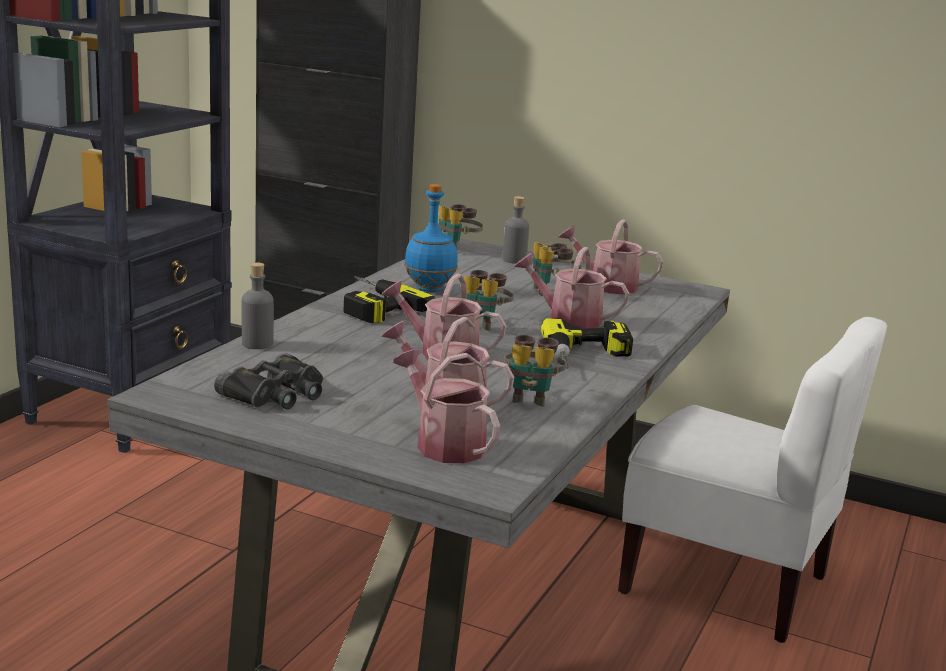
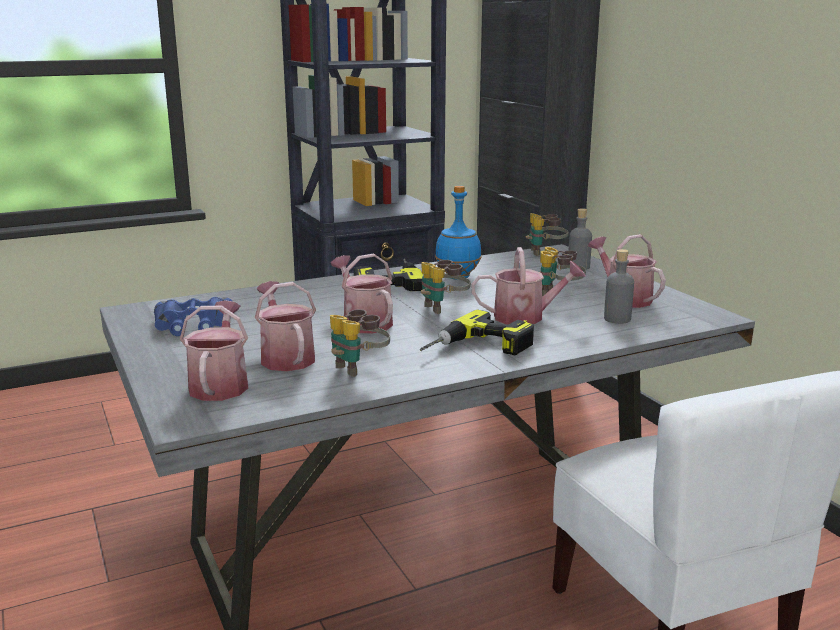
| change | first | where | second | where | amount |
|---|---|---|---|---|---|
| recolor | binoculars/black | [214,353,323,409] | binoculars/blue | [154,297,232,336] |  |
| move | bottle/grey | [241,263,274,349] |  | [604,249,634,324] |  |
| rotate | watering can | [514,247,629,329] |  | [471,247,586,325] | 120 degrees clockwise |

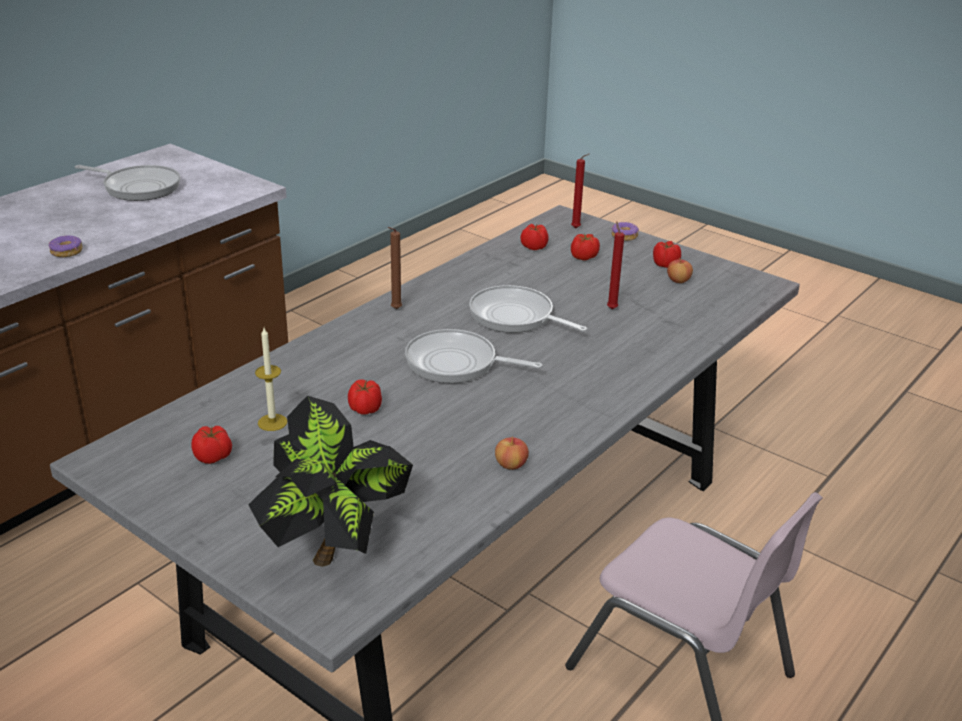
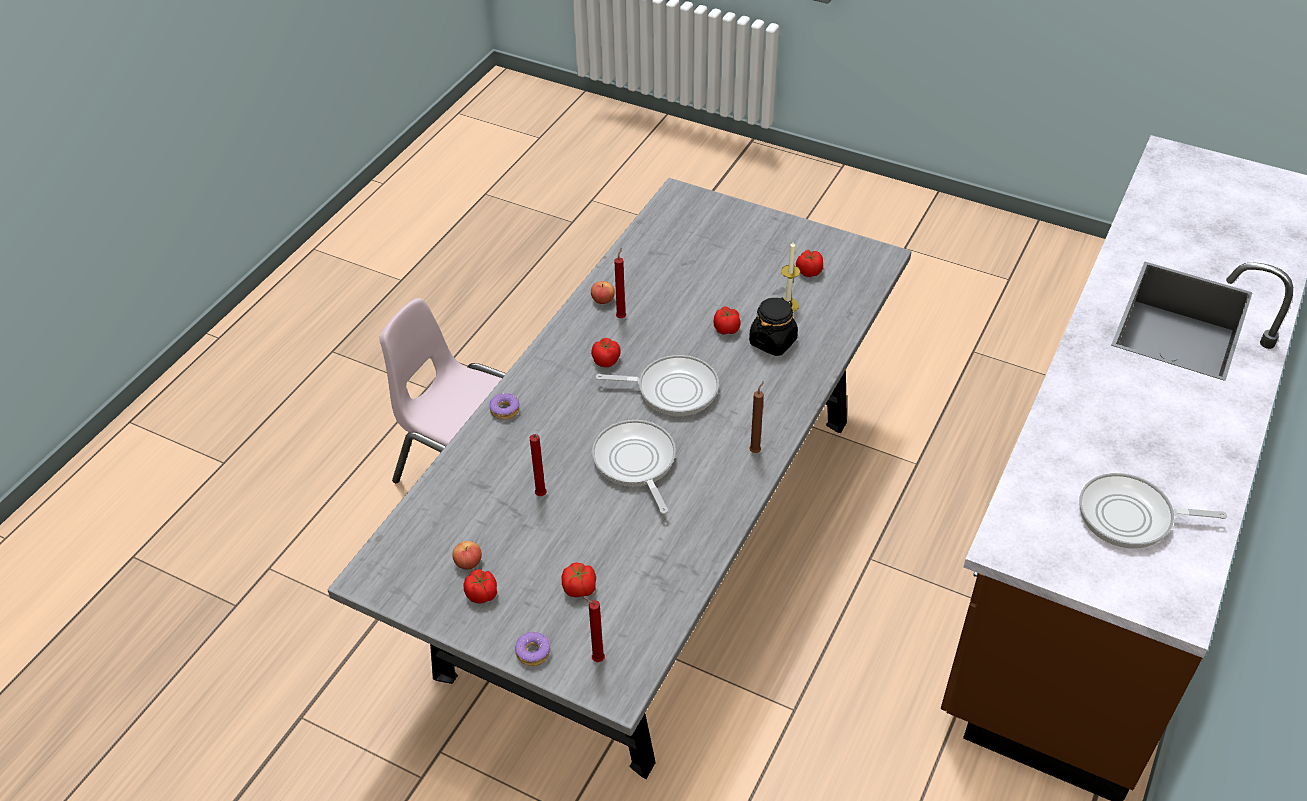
| change | first | where | second | where | amount |
|---|---|---|---|---|---|
| move | donut | [49,235,83,257] |  | [489,393,520,420] |  |
| delete | potted plant | [248,395,413,567] |  |  |  |
| rotate | frying pan | [469,285,587,333] |  | [592,420,676,514] | 135 degrees counterclockwise |
| move | tomato | [520,224,549,250] |  | [591,338,621,367] |  |
| insert |  |  | candle/red | [614,248,626,318] |  |
| insert |  |  | jar/black | [749,297,798,356] |  |

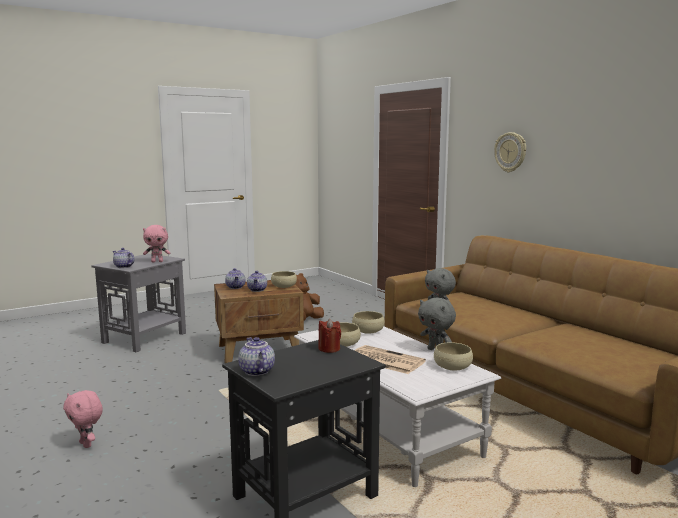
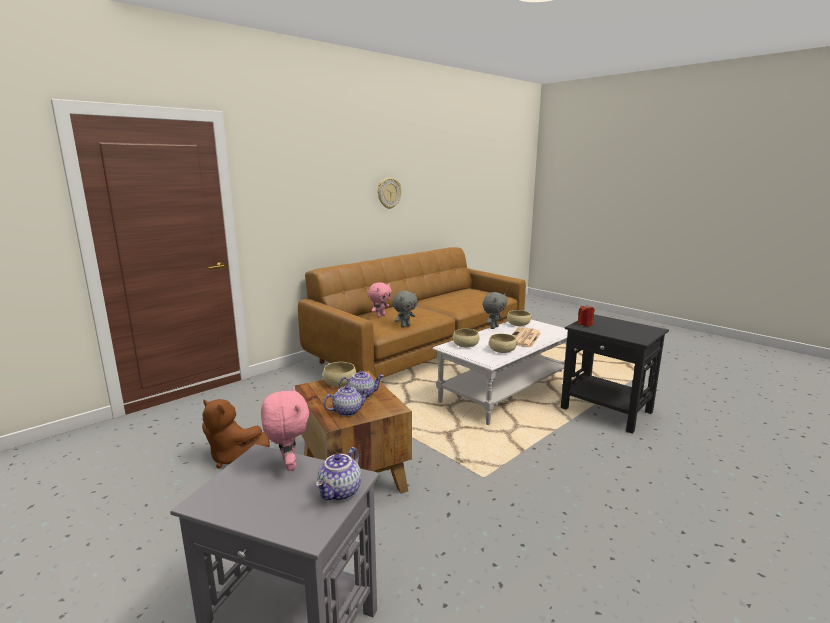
| change | first | where | second | where | amount |
|---|---|---|---|---|---|
| move | plush toy/pink | [63,390,103,448] |  | [368,282,392,317] |  |
| delete | teapot | [238,337,275,376] |  |  |  |
| move | wall clock | [494,132,526,172] |  | [378,178,401,209] |  |

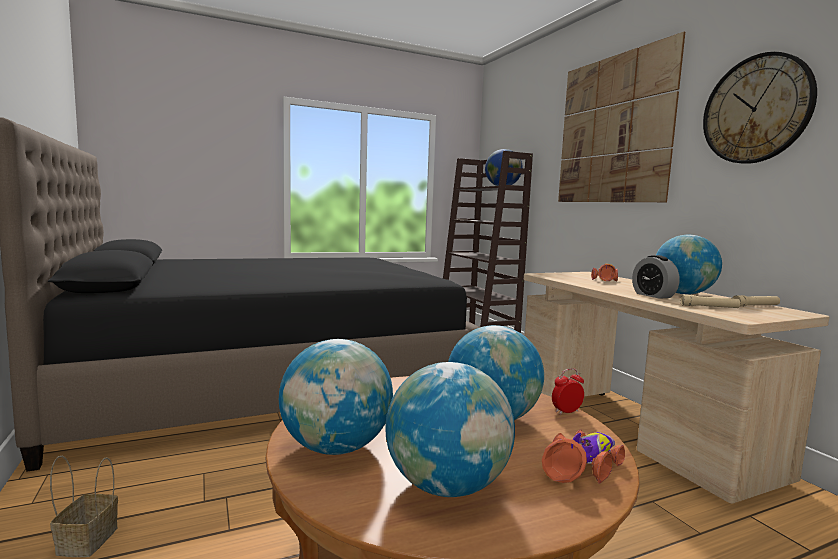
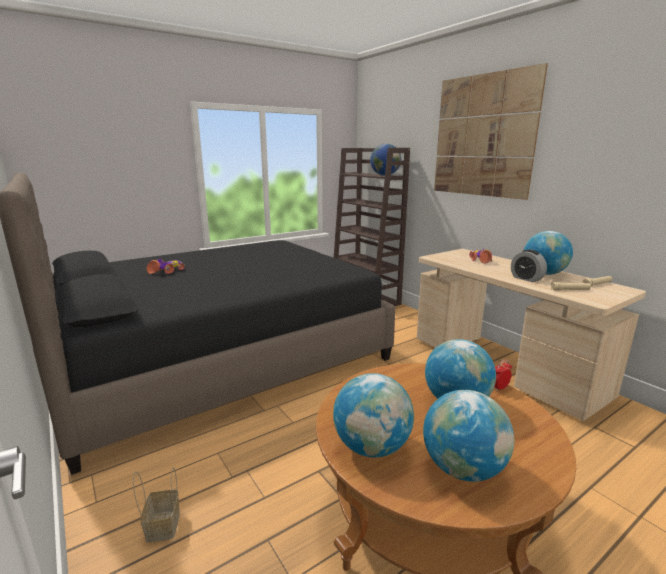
| change | first | where | second | where | amount |
|---|---|---|---|---|---|
| move | toy car | [542,430,625,484] |  | [146,259,185,274] |  |
| delete | wall clock | [703,52,817,164] |  |  |  |

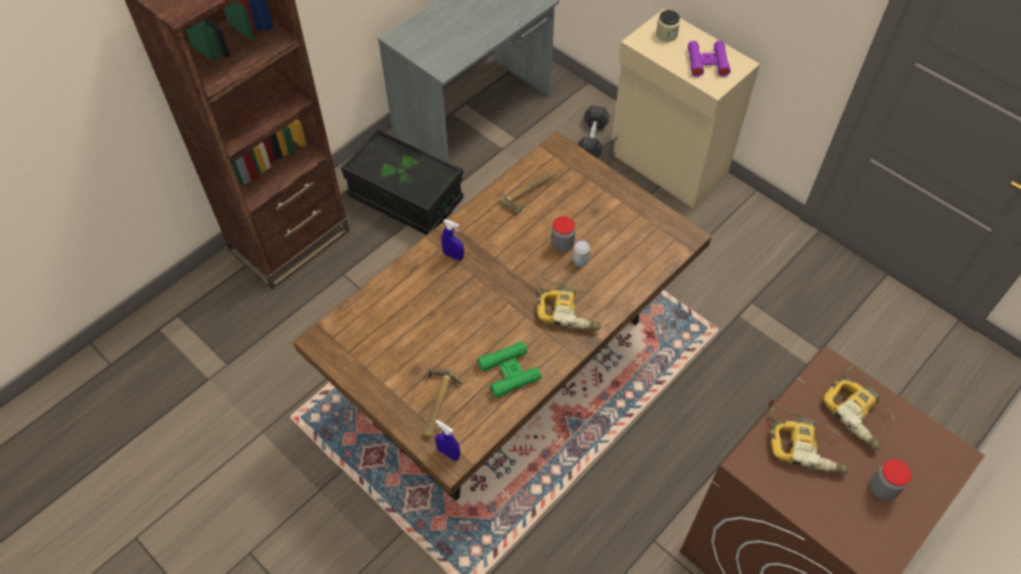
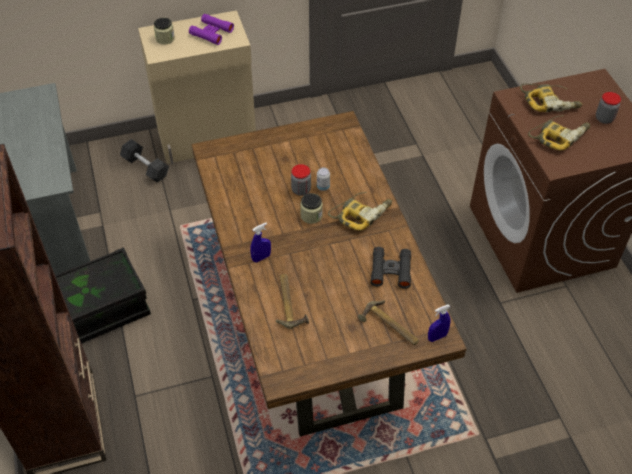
| change | first | where | second | where | amount |
|---|---|---|---|---|---|
| recolor | binoculars/green | [477,341,541,398] | binoculars/black | [370,247,411,289] |  |
| move | hammer | [501,170,556,214] |  | [276,274,309,329] |  |
| insert |  |  | jar | [300,193,323,224] |  |

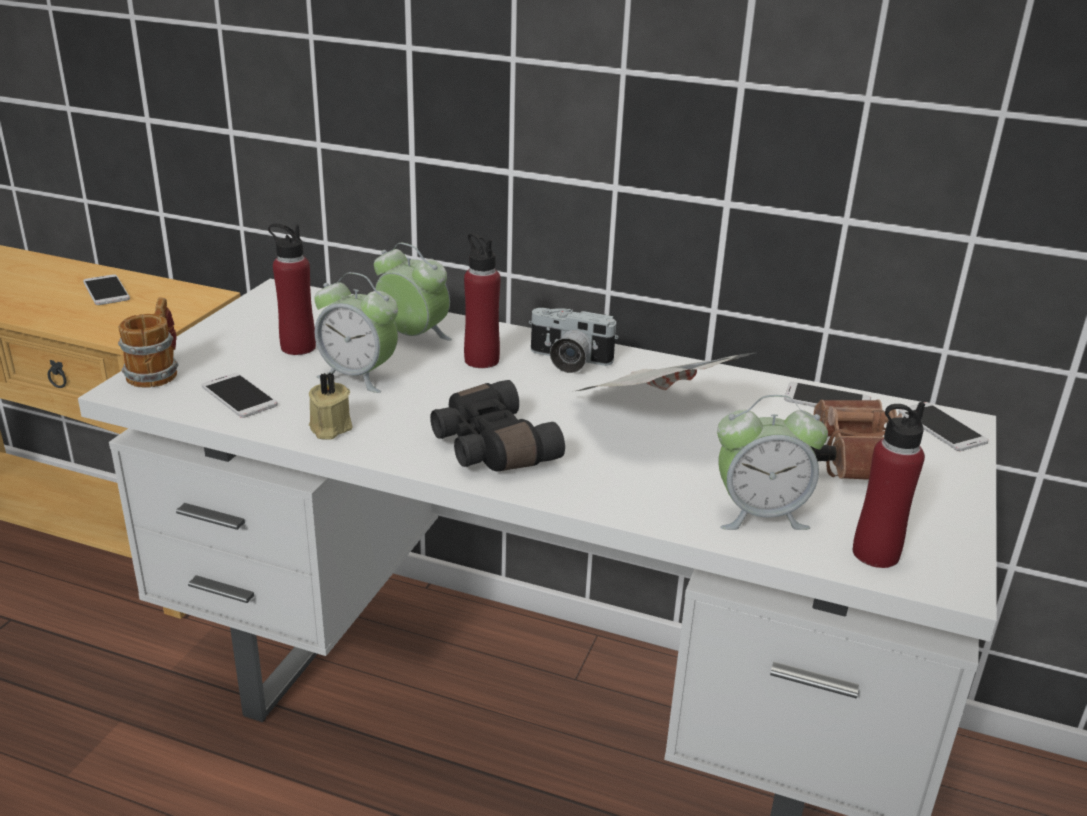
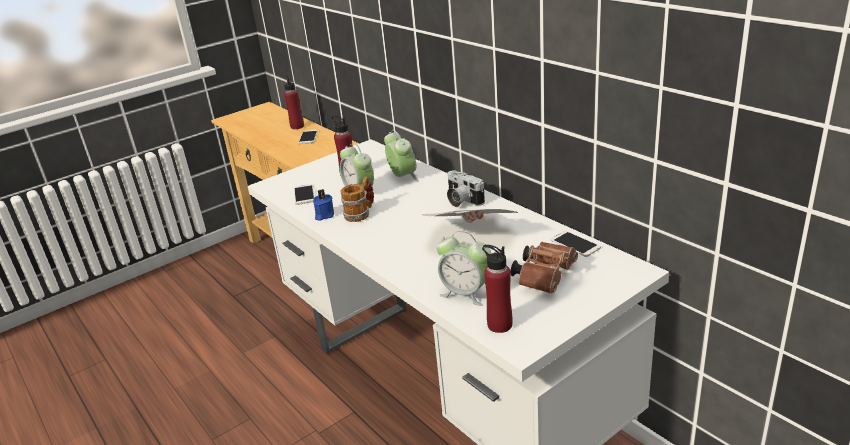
| change | first | where | second | where | amount |
|---|---|---|---|---|---|
| move | mug | [118,297,179,388] |  | [341,176,374,222] |  |
| recolor | candle/beige | [309,372,353,440] | candle/blue | [313,189,334,221] |  |
| delete | binoculars/black | [430,380,565,471] |  |  |  |
| move | bottle/red | [464,233,501,368] |  | [284,76,304,129] |  |
| delete | phone | [899,402,988,451] |  |  |  |

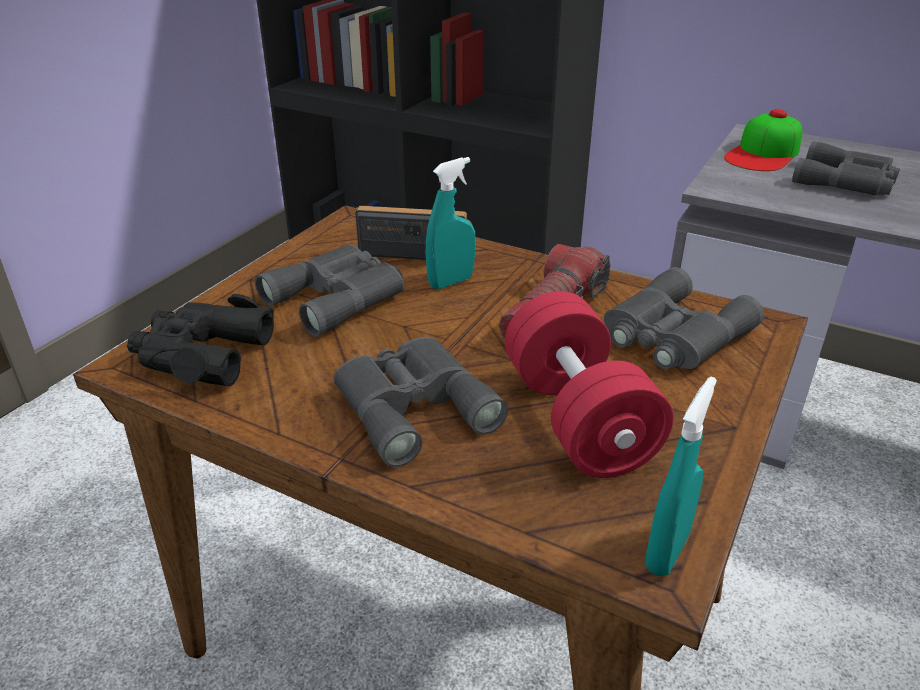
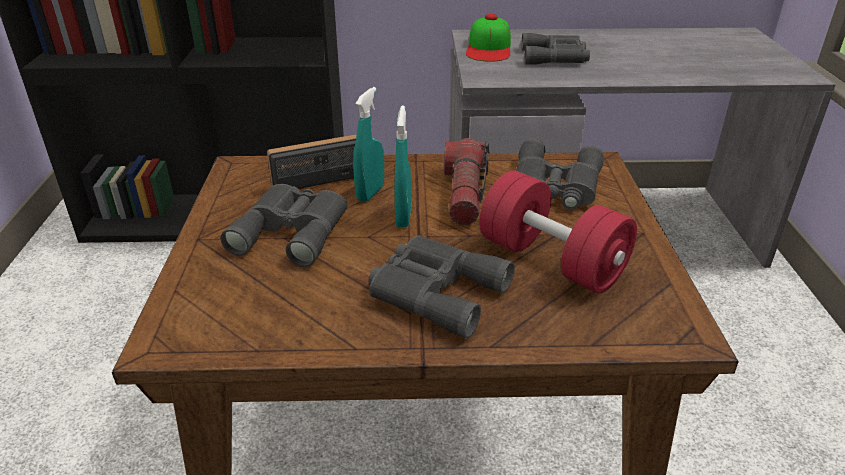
| change | first | where | second | where | amount |
|---|---|---|---|---|---|
| delete | binoculars/black | [127,294,274,386] |  |  |  |
| move | spray bottle/turquoise | [645,377,717,576] |  | [395,106,411,228] |  |

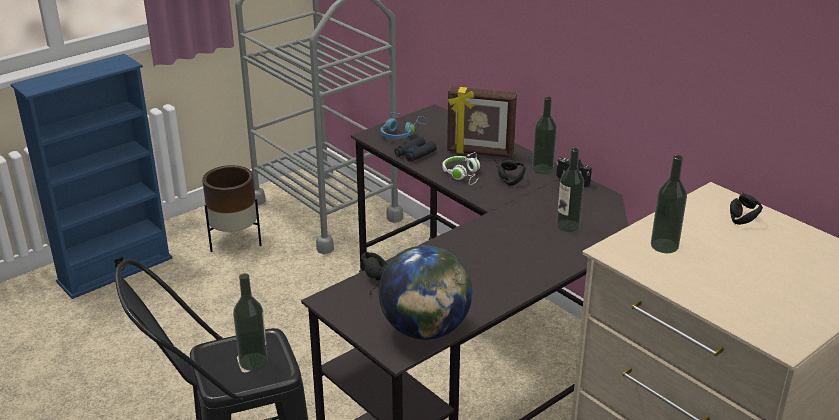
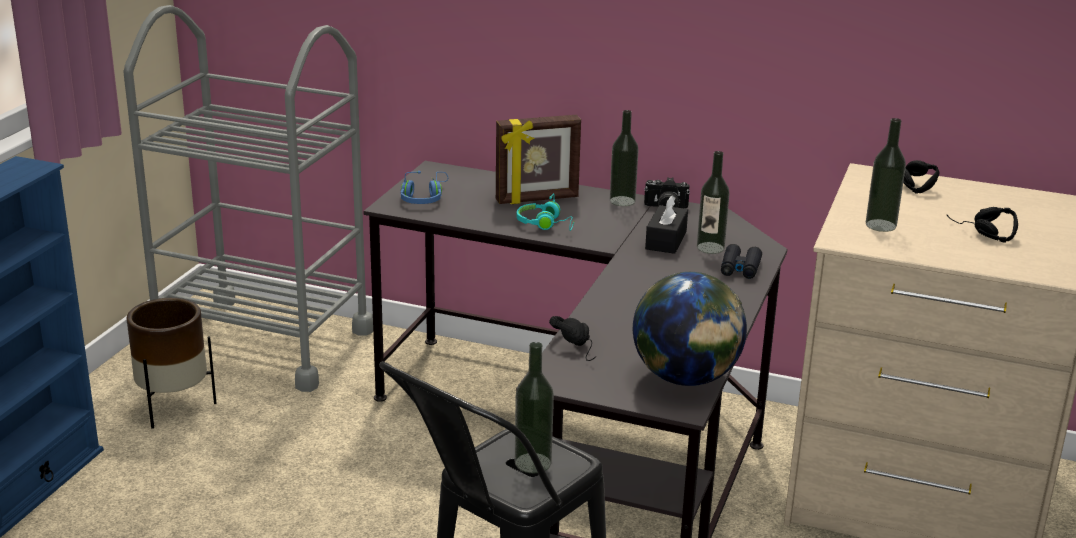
| change | first | where | second | where | amount |
|---|---|---|---|---|---|
| move | binoculars/black | [394,136,437,162] |  | [721,244,762,279] |  |
| recolor | headphones/white | [443,152,480,185] | headphones/turquoise | [517,193,574,231] |  |
| move | headphones/black | [494,159,526,186] |  | [946,207,1018,243] |  |
| insert |  |  | tissue box/black | [645,195,688,254] |  |

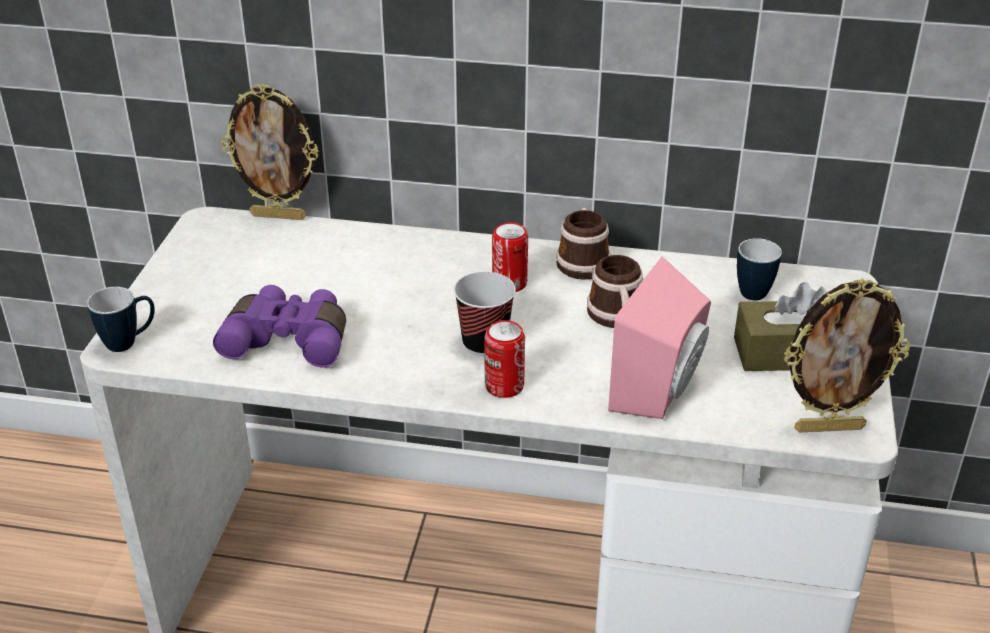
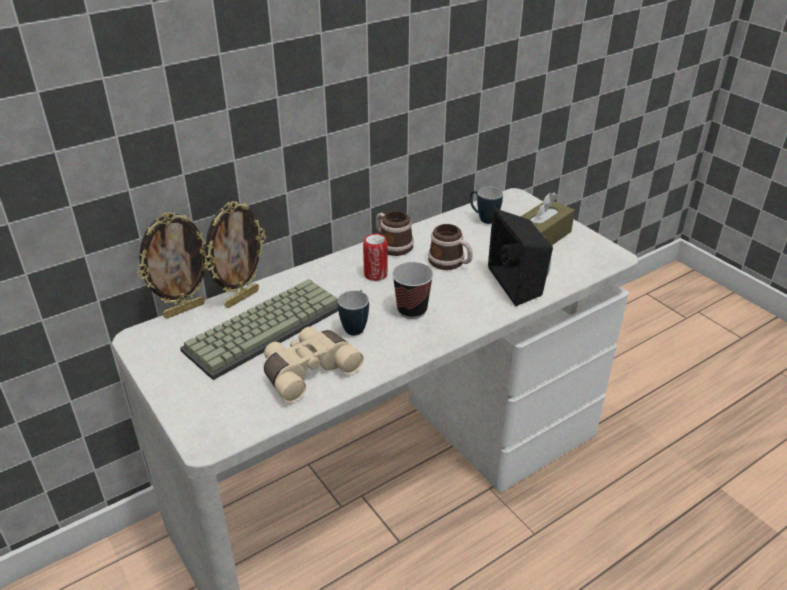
| change | first | where | second | where | amount |
|---|---|---|---|---|---|
| move | mug | [87,287,155,352] |  | [338,290,369,336] |  |
| recolor | binoculars/purple | [213,285,346,368] | binoculars/beige | [264,327,363,403] |  |
| delete | can | [484,320,525,398] |  |  |  |
| recolor | speaker/pink | [608,256,711,419] | speaker/black | [488,208,553,306] |  |
| move | picture frame | [784,278,911,432] |  | [204,201,266,308] |  |
| insert |  |  | keyboard | [180,279,338,380] |  |

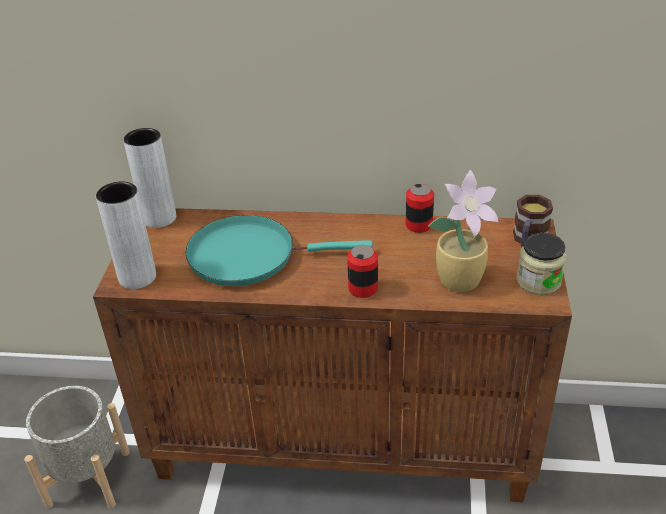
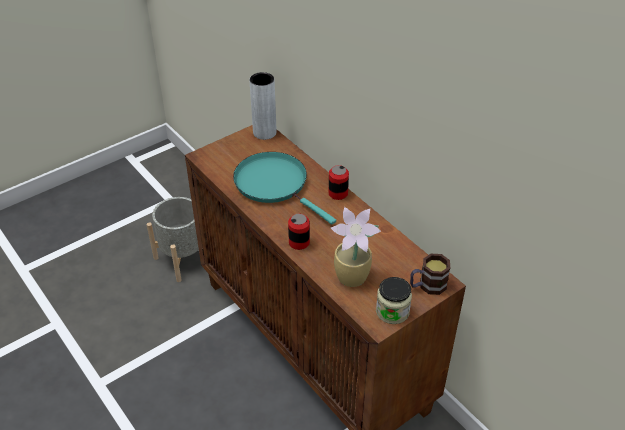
| change | first | where | second | where | amount |
|---|---|---|---|---|---|
| delete | vase/grey | [96,181,156,289] |  |  |  |
| move | can | [406,184,434,233] |  | [329,165,349,200] |  |

